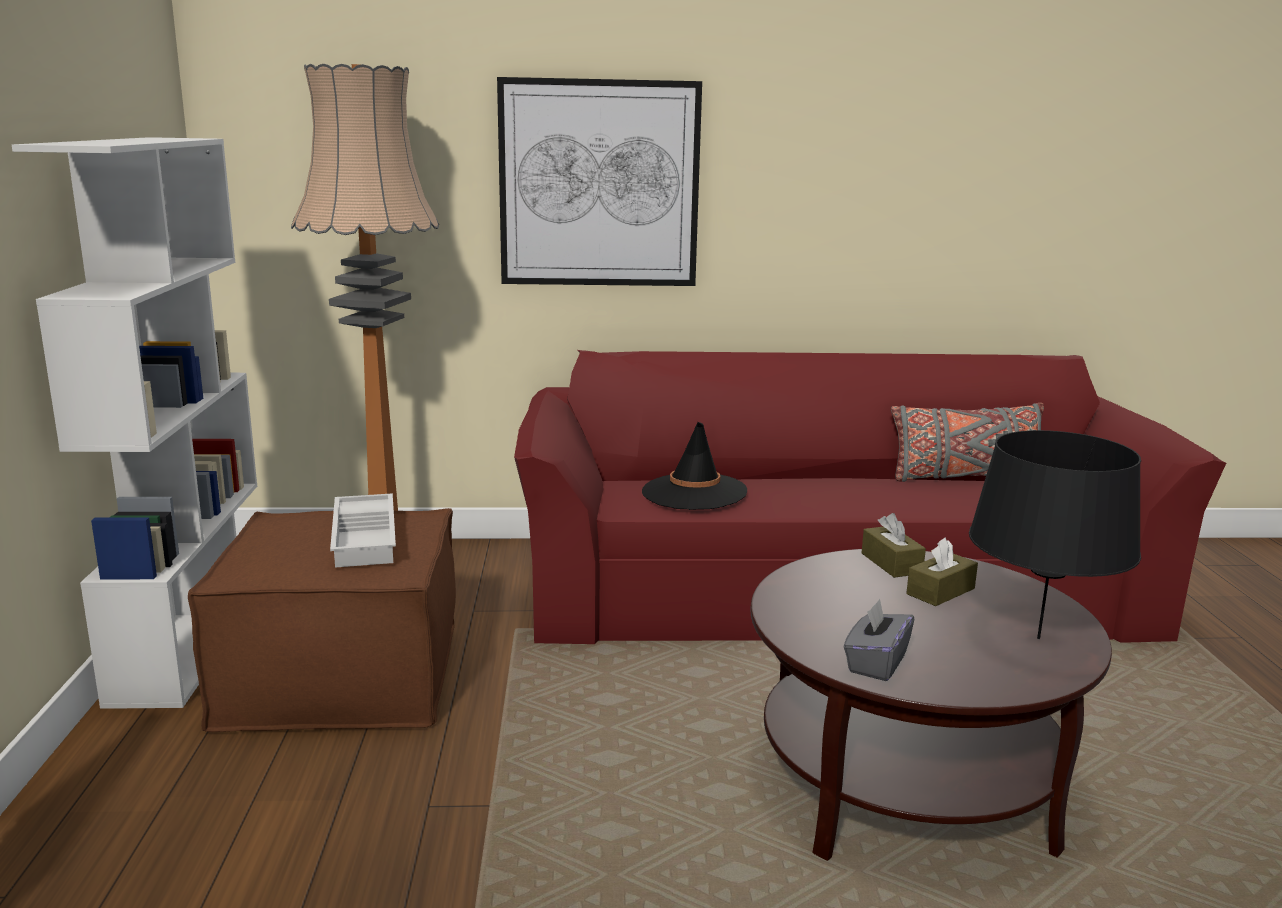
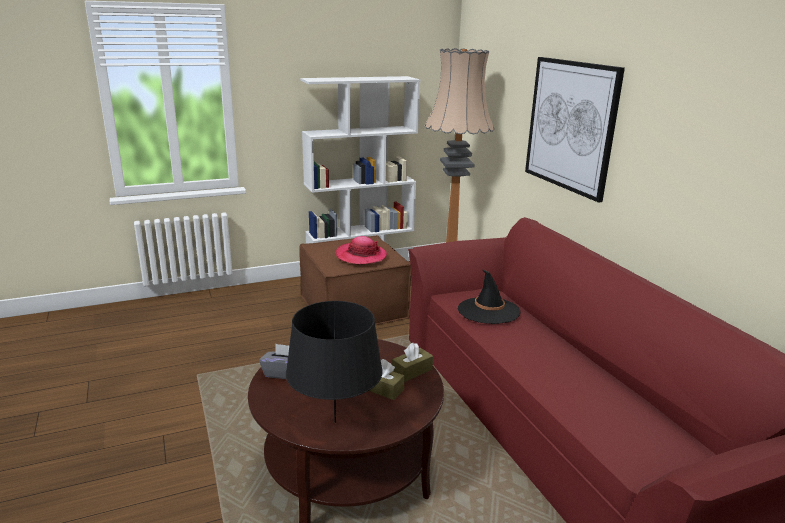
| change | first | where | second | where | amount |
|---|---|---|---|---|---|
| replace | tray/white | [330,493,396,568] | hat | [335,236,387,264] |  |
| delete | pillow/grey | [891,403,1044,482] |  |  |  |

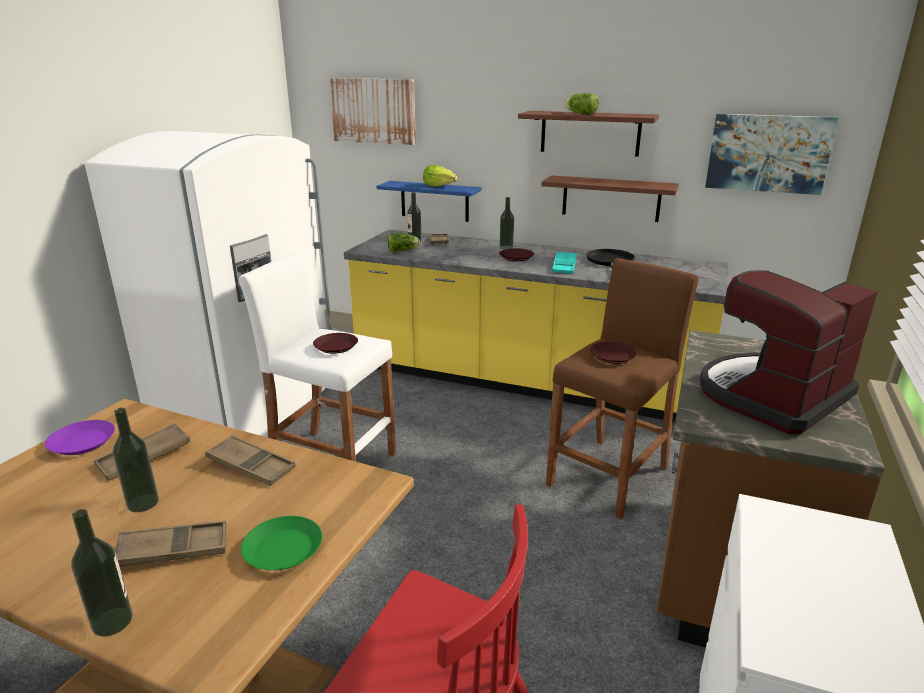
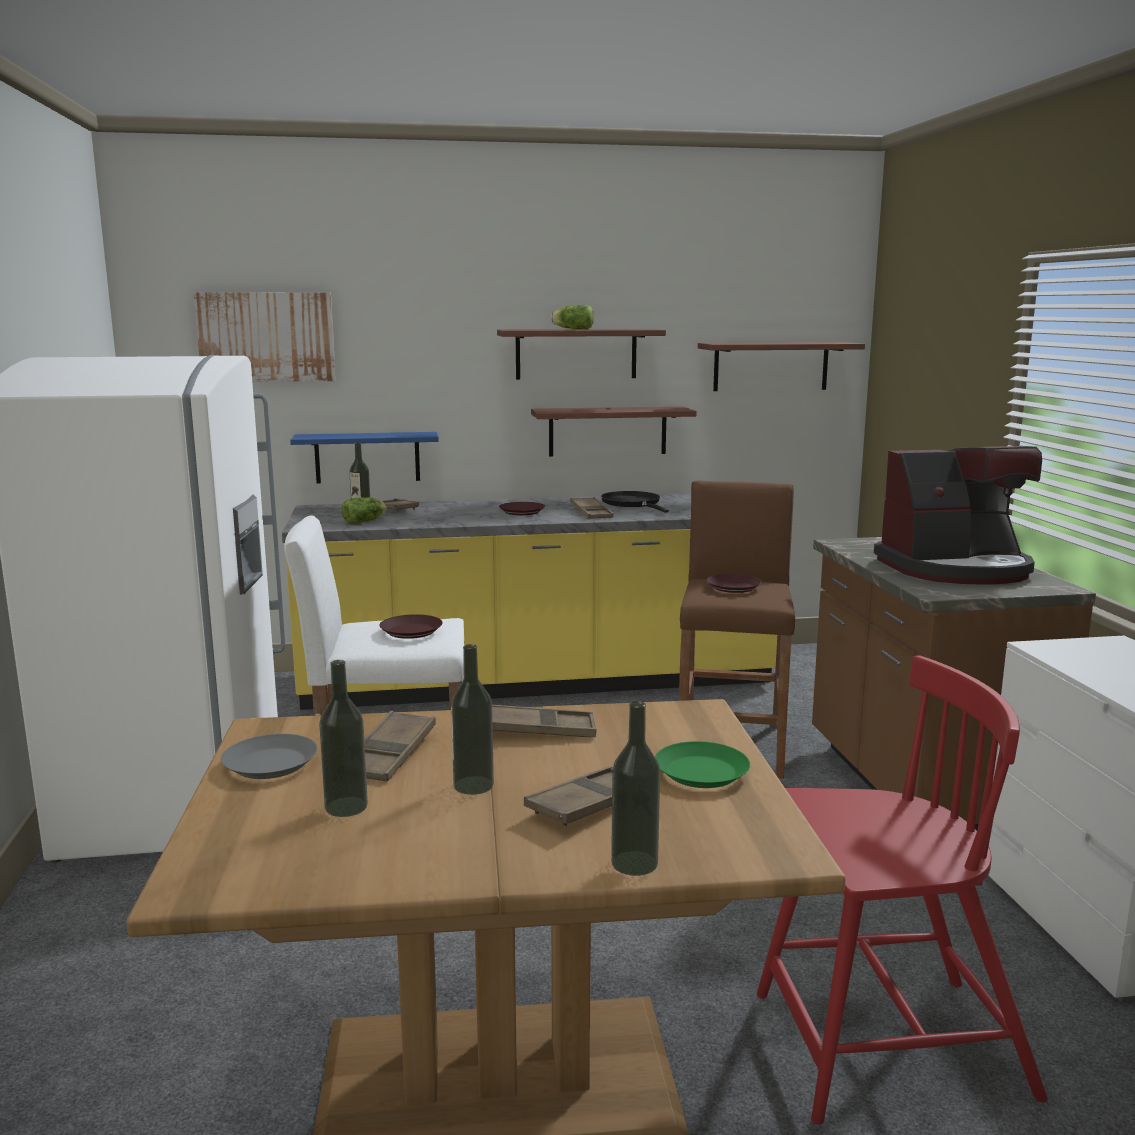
| change | first | where | second | where | amount |
|---|---|---|---|---|---|
| recolor | plate/purple | [45,420,115,455] | plate/grey | [221,734,318,779] |  |
| delete | lettuce | [423,165,458,187] |  |  |  |
| move | bottle | [500,197,514,250] |  | [319,660,368,817] |  |
| recolor | tray/turquoise | [552,251,577,274] | tray/brown | [570,497,614,519] |  |
| rotate | coffee machine | [700,270,878,435] |  | [874,446,1042,585] | 120 degrees counterclockwise |
| replace | picture | [705,114,838,195] | shelf | [698,342,865,391] |  |

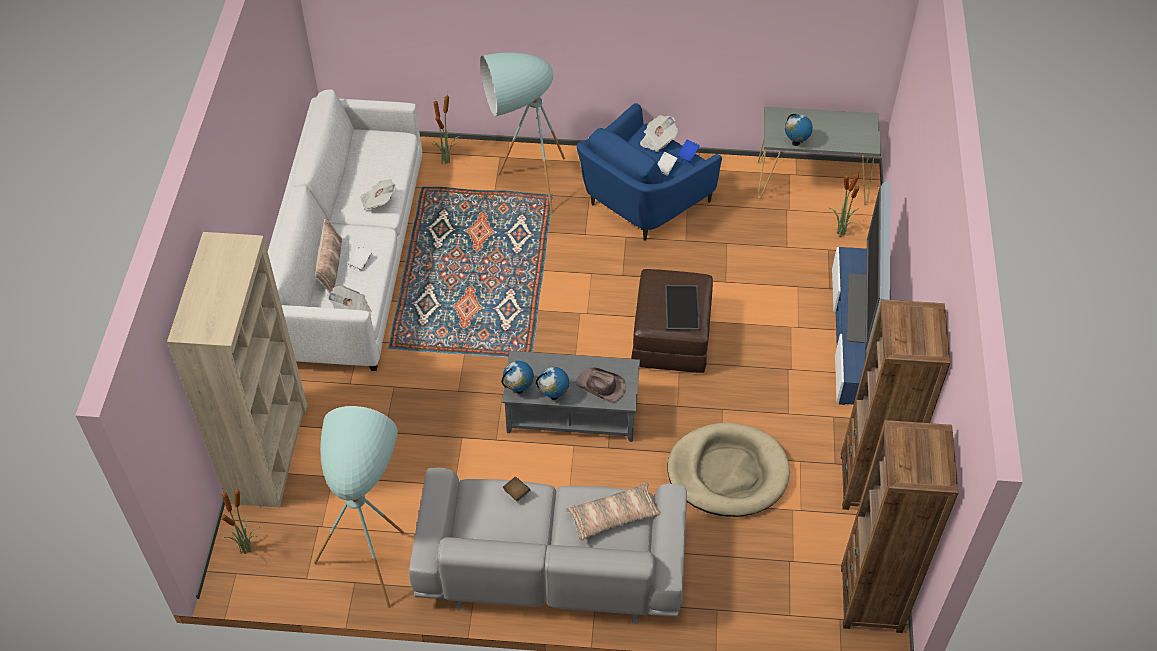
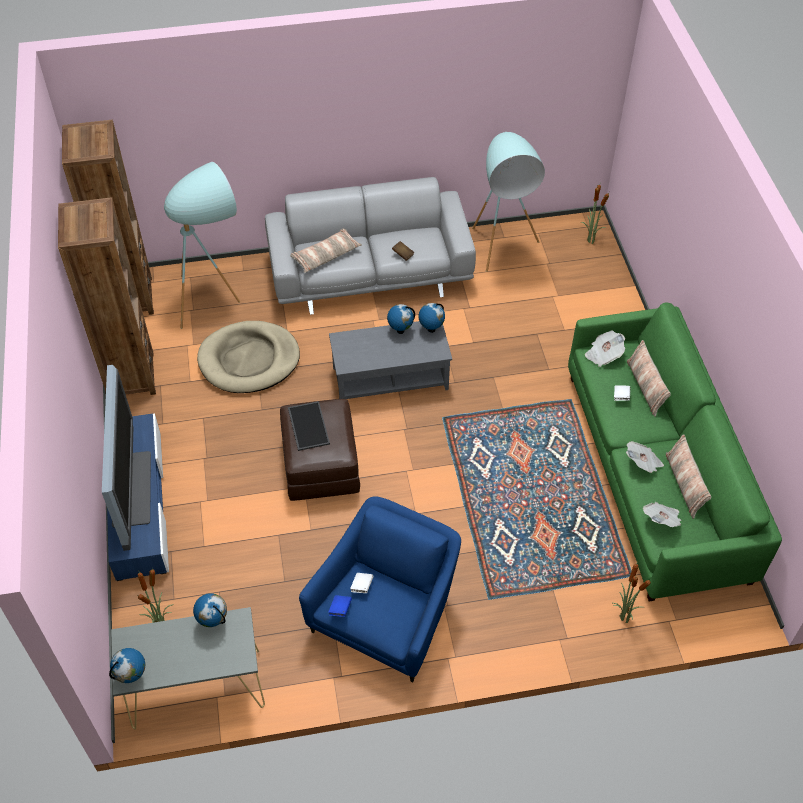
| change | first | where | second | where | amount |
|---|---|---|---|---|---|
| delete | bookcase/beige | [167,232,307,508] |  |  |  |
| recolor | sofa/white | [268,89,422,371] | sofa/green | [568,302,782,602] |  |
| move | floor lamp/turquoise | [480,52,565,213] |  | [164,162,240,329] |  |
| delete | hat/brown | [576,367,626,403] |  |  |  |
| move | newspaper | [640,115,678,152] |  | [643,502,681,527] |  |
| insert |  |  | globe | [109,648,145,683] |  |
| insert |  |  | pillow | [666,434,711,519] |  |

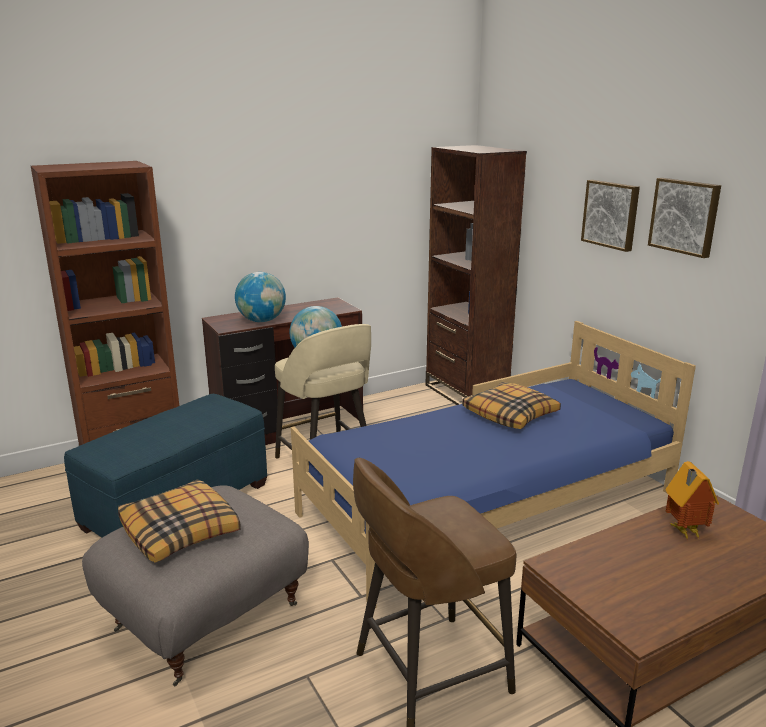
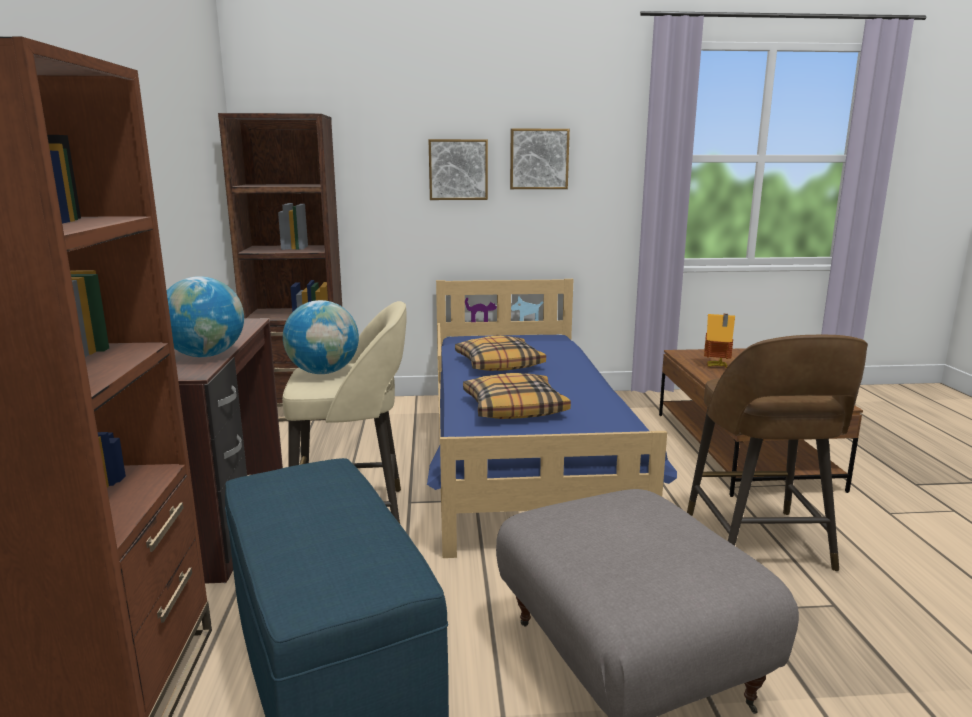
| change | first | where | second | where | amount |
|---|---|---|---|---|---|
| move | pillow | [118,479,241,563] |  | [463,373,571,419] |  |

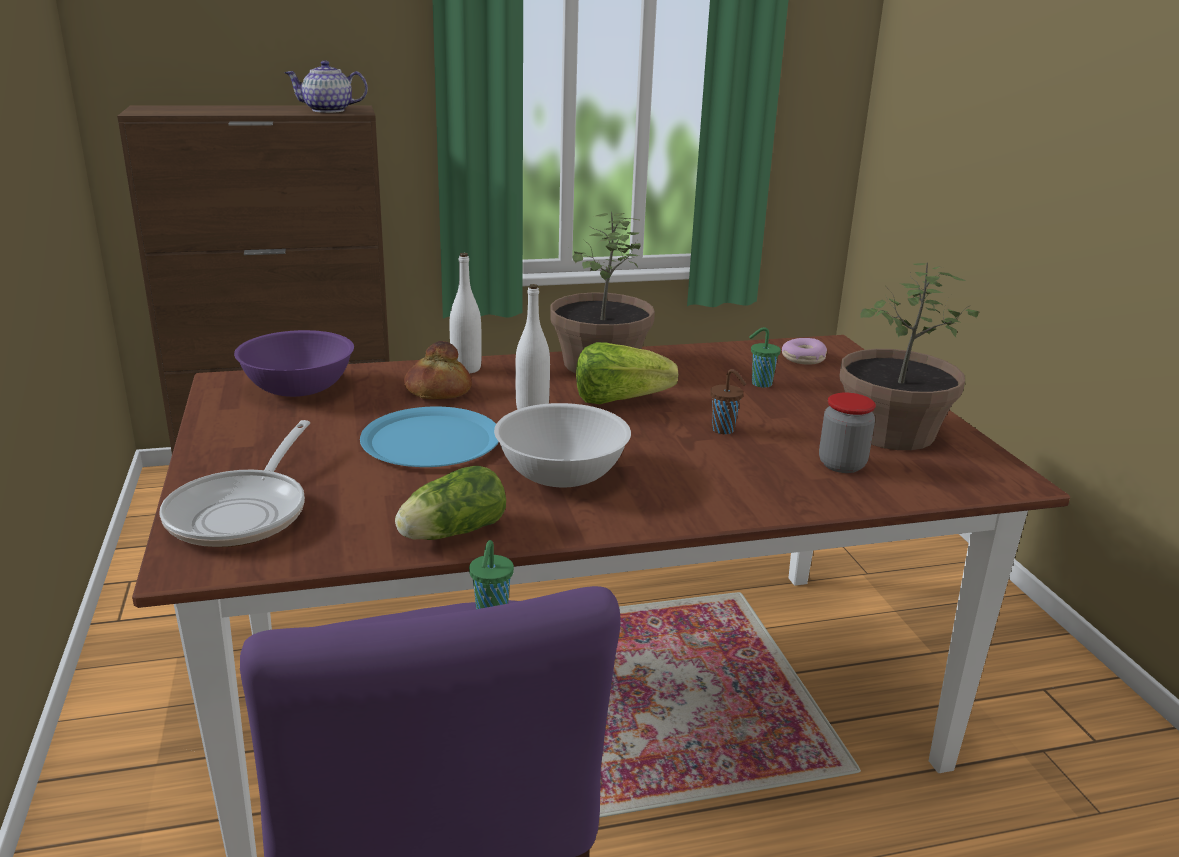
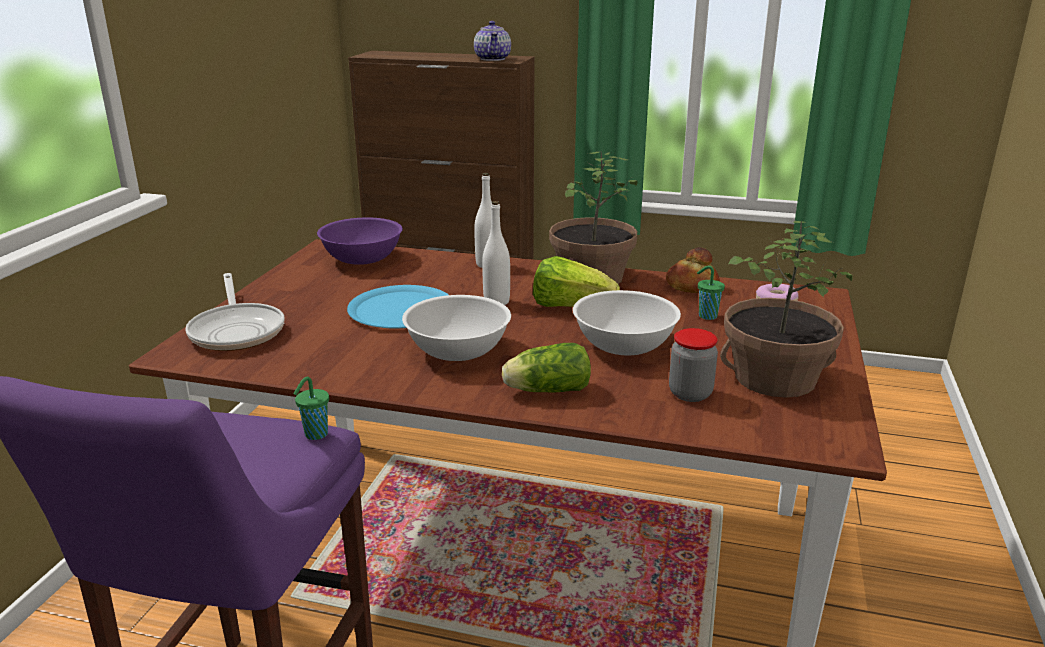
| change | first | where | second | where | amount |
|---|---|---|---|---|---|
| rotate | frying pan | [159,420,310,547] |  | [185,273,285,351] | 60 degrees counterclockwise |
| rotate | teapot | [284,61,368,113] |  | [474,21,511,61] | 120 degrees counterclockwise |
| move | lettuce | [395,466,506,540] |  | [502,343,591,393] |  |
| move | bread | [404,341,472,399] |  | [666,247,720,293] |  |
| replace | cup/brown | [710,369,746,434] | bowl/white | [573,290,681,355] |  |

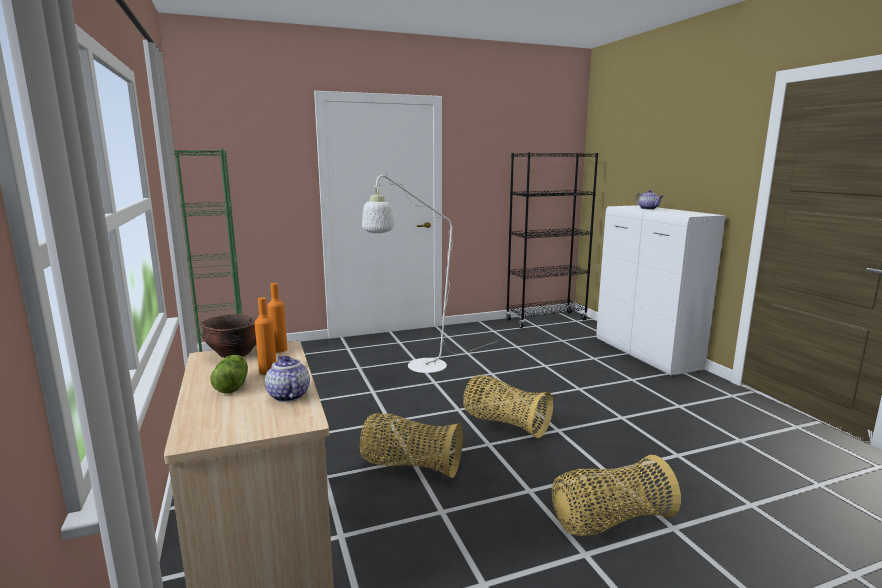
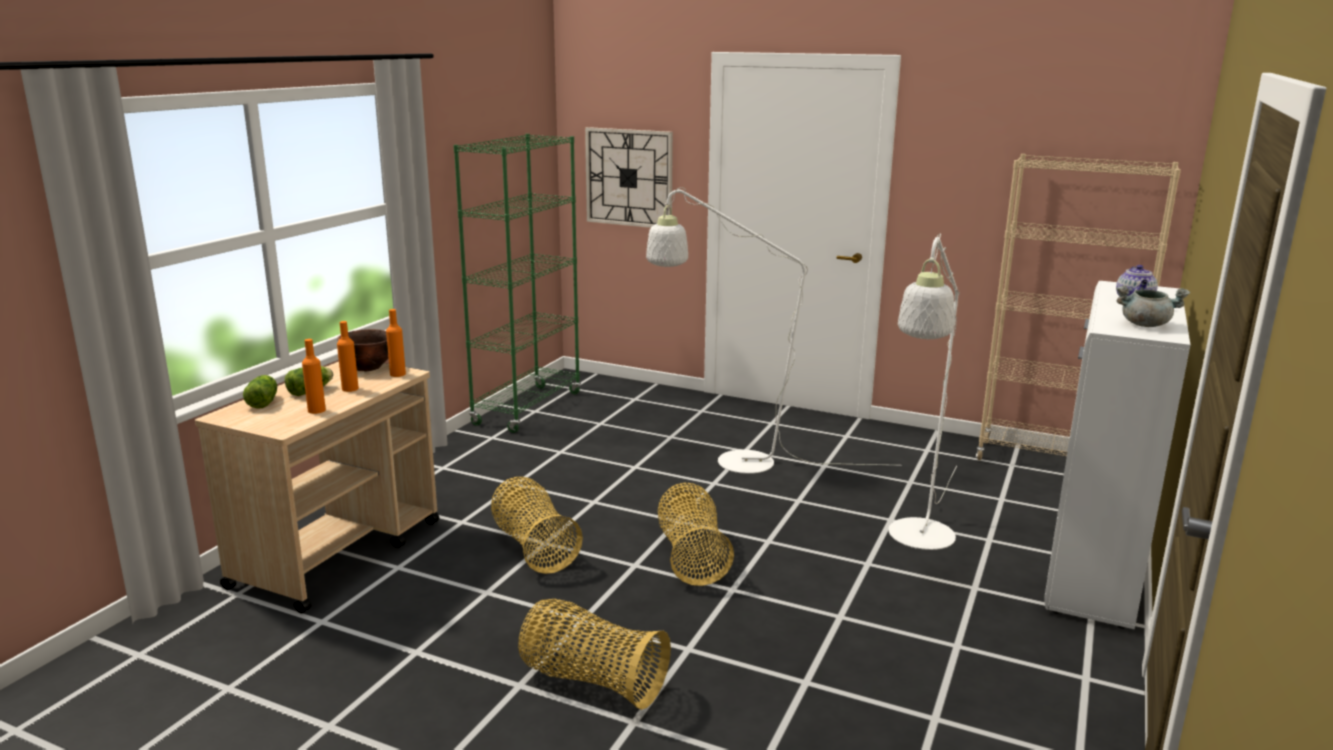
| change | first | where | second | where | amount |
|---|---|---|---|---|---|
| replace | teapot | [265,356,310,402] | bottle/orange | [302,339,326,414] |  |
| recolor | bookcase/black | [506,153,599,328] | bookcase/beige | [976,154,1181,460] |  |
| insert |  |  | lettuce | [243,375,277,409] |  |
| insert |  |  | wall clock | [585,127,673,228] |  |
| insert |  |  | floor lamp/white | [888,233,960,550] |  |
| insert |  |  | cooking pot/grey | [1116,285,1190,327] |  |

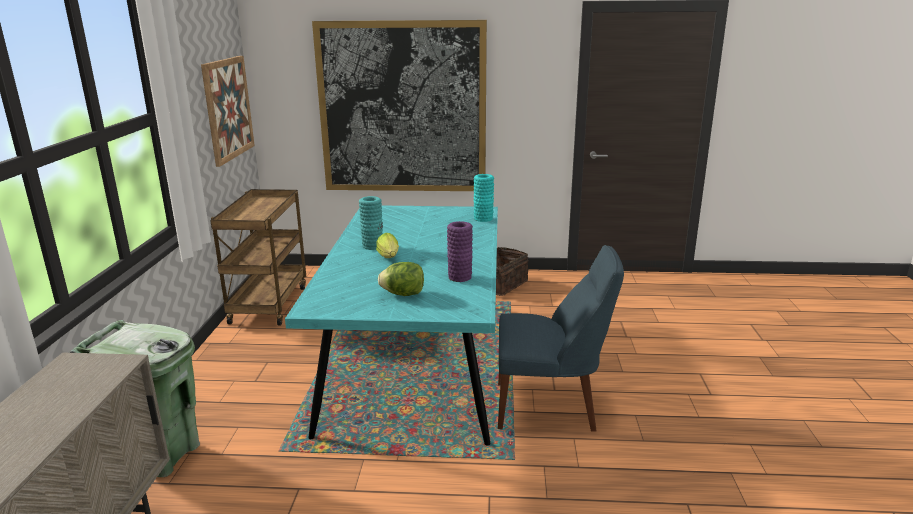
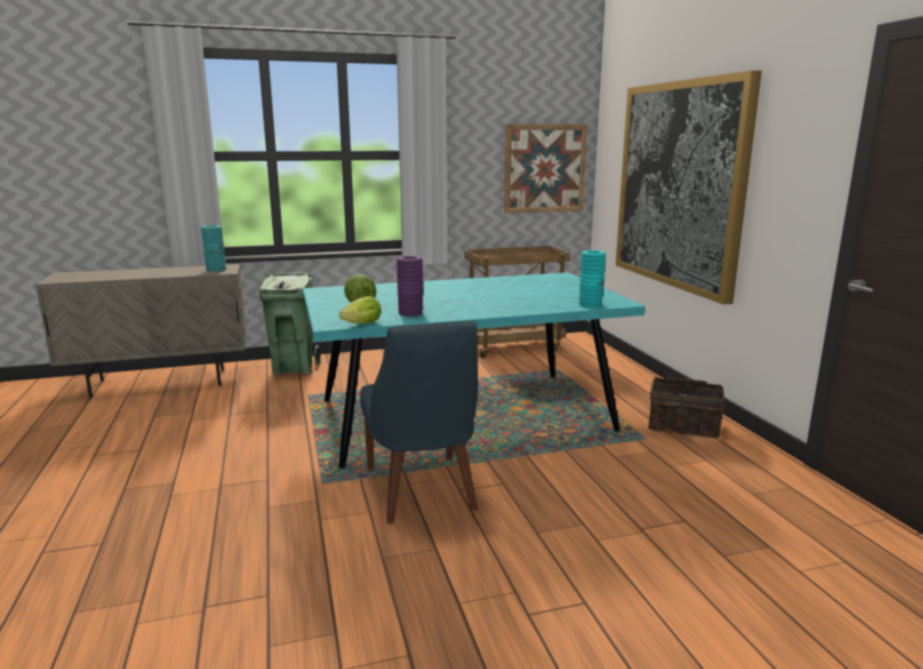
| change | first | where | second | where | amount |
|---|---|---|---|---|---|
| move | vase/turquoise | [359,196,383,250] |  | [201,225,226,272] |  |
| move | lettuce | [376,233,399,258] |  | [339,297,381,324] |  |

